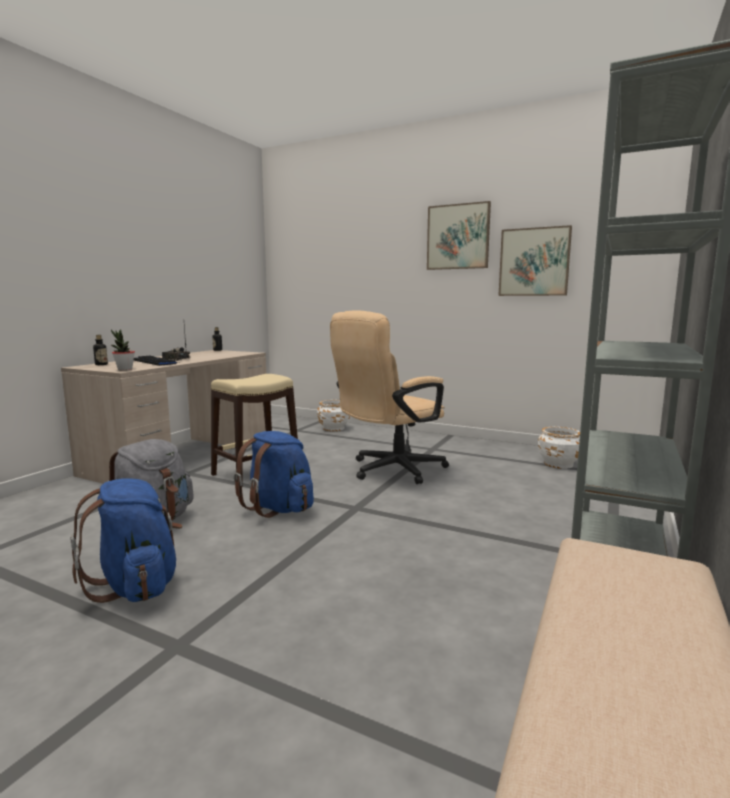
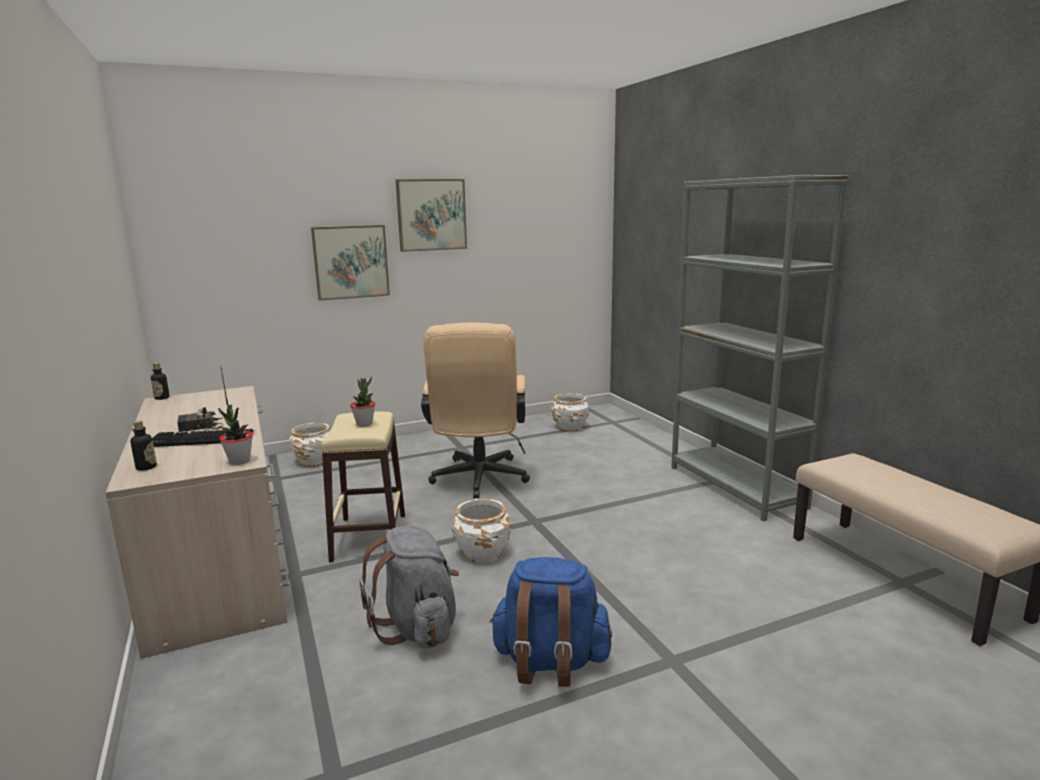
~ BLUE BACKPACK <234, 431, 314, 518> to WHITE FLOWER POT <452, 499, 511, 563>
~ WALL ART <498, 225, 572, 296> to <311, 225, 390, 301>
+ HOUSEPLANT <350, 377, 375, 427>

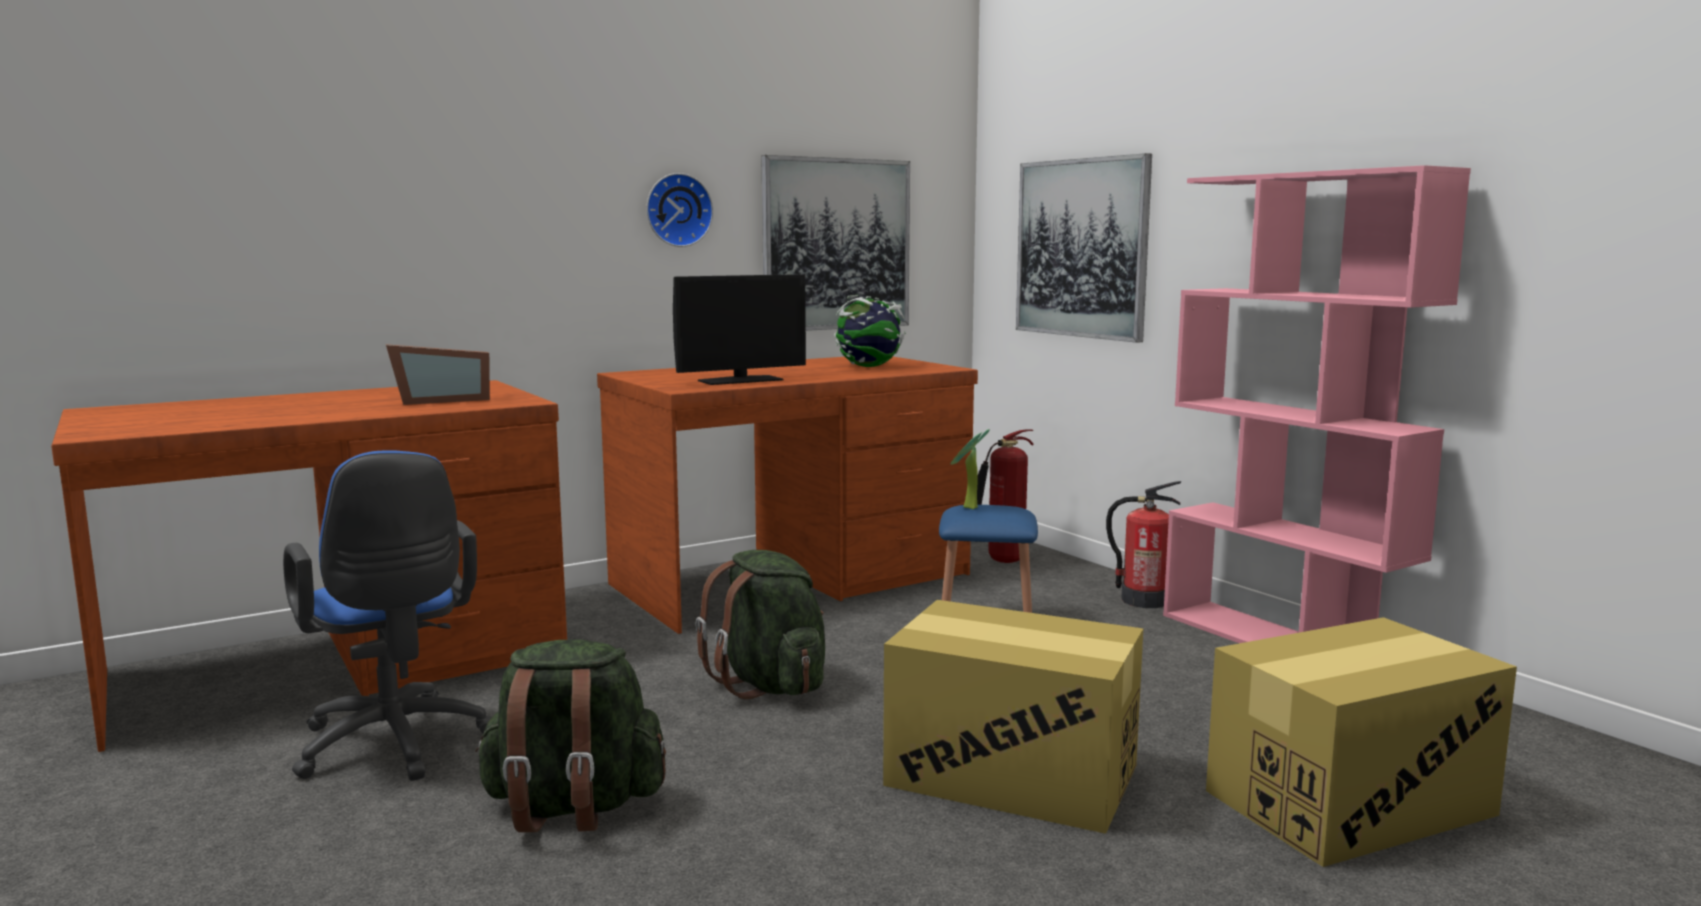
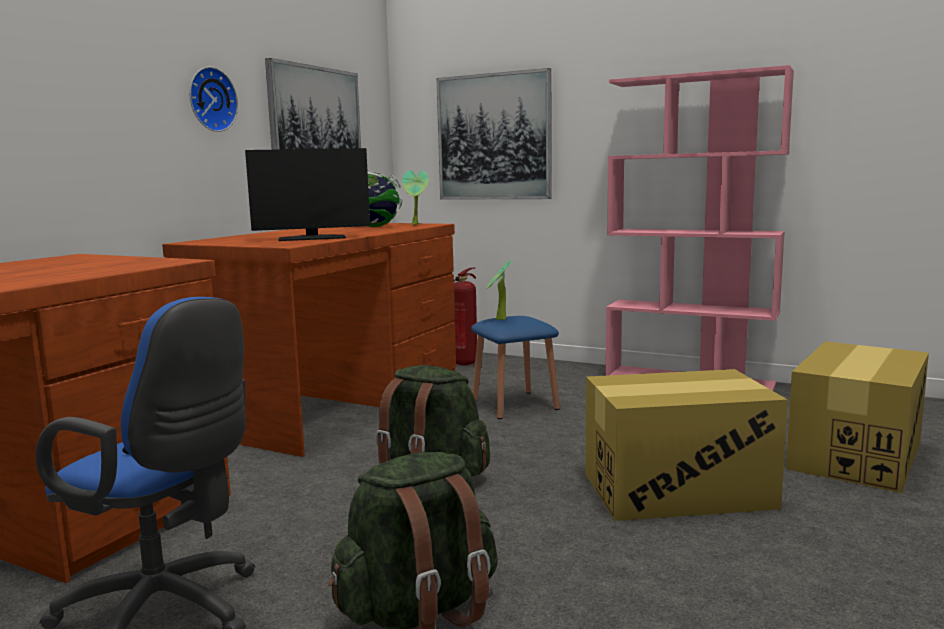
- STANDING FRAME <386, 344, 490, 405>
~ COMPUTER DISPLAY <673, 274, 806, 385> = <245, 148, 370, 241> 45 degrees clockwise
- FIRE-FIGHTING CYLINDER <1106, 481, 1181, 608>
+ HOUSEPLANT <402, 170, 429, 225>

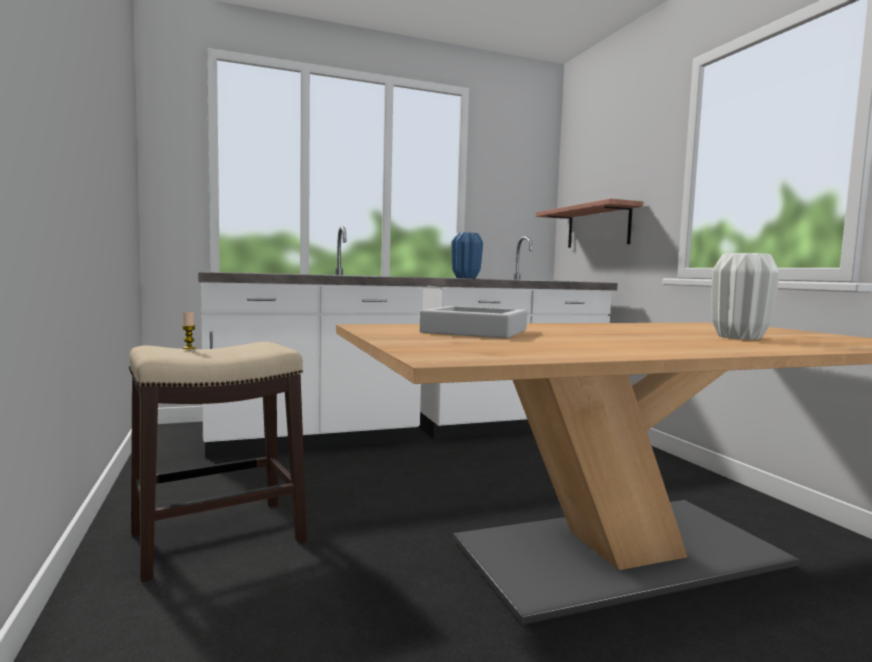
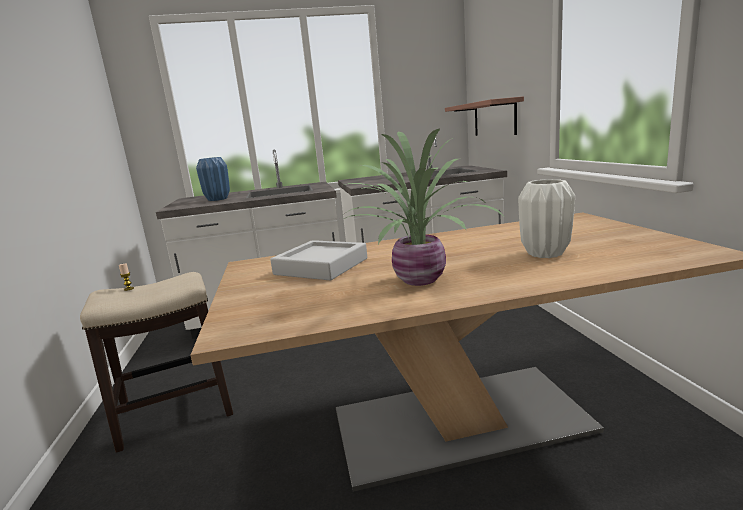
~ BLUE VASE <451, 232, 483, 279> to <196, 157, 230, 201>
+ HOUSEPLANT <339, 128, 506, 286>

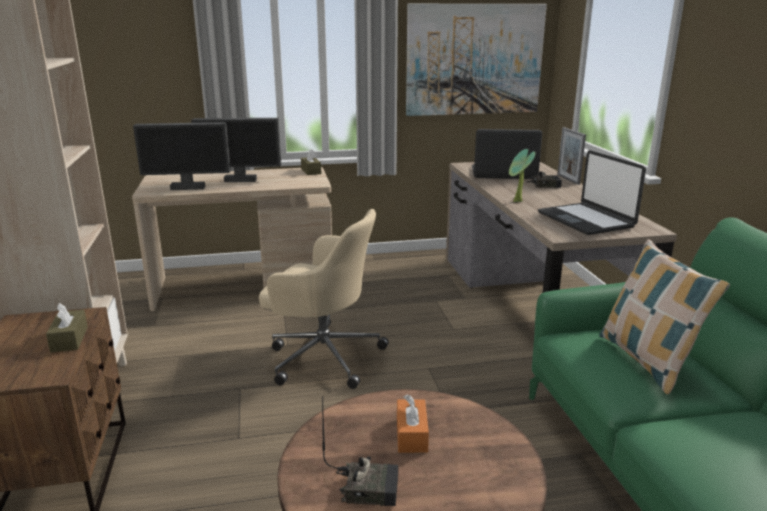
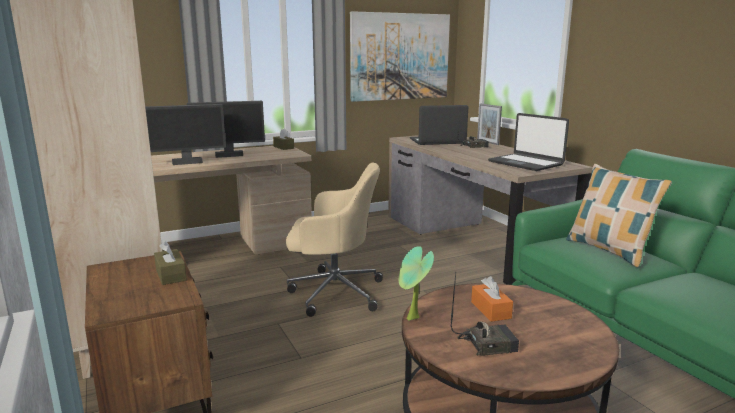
~ HOUSEPLANT <509, 149, 535, 202> to <399, 246, 434, 321>

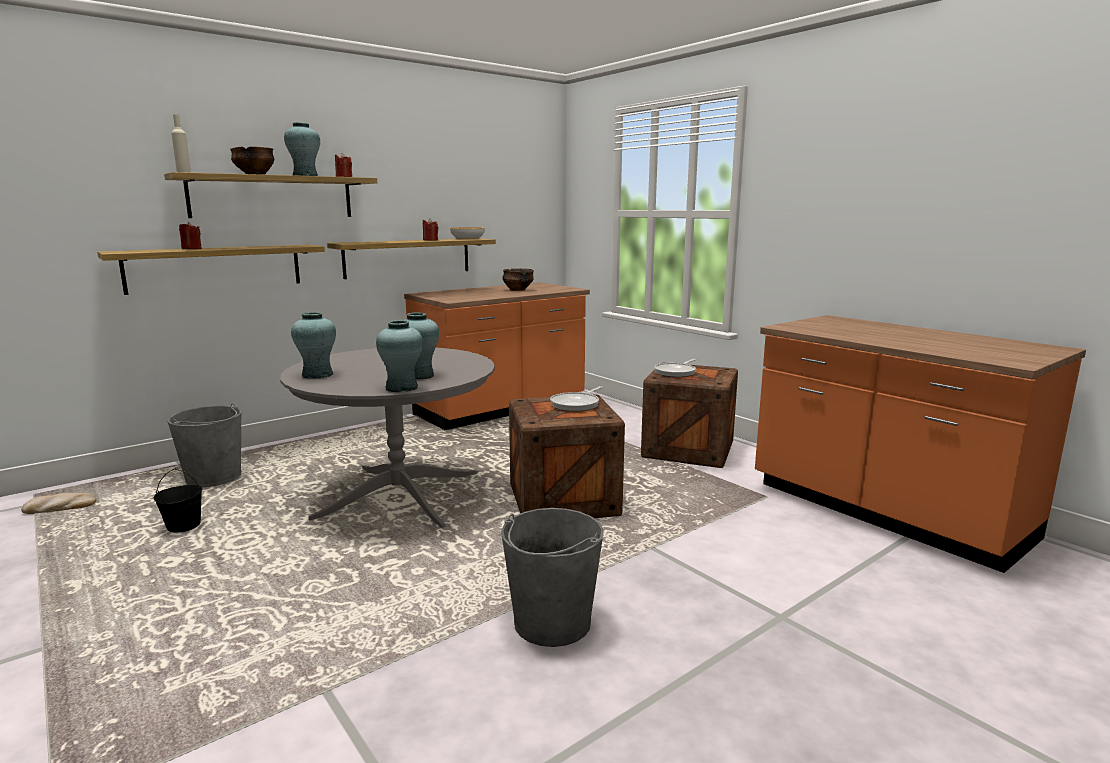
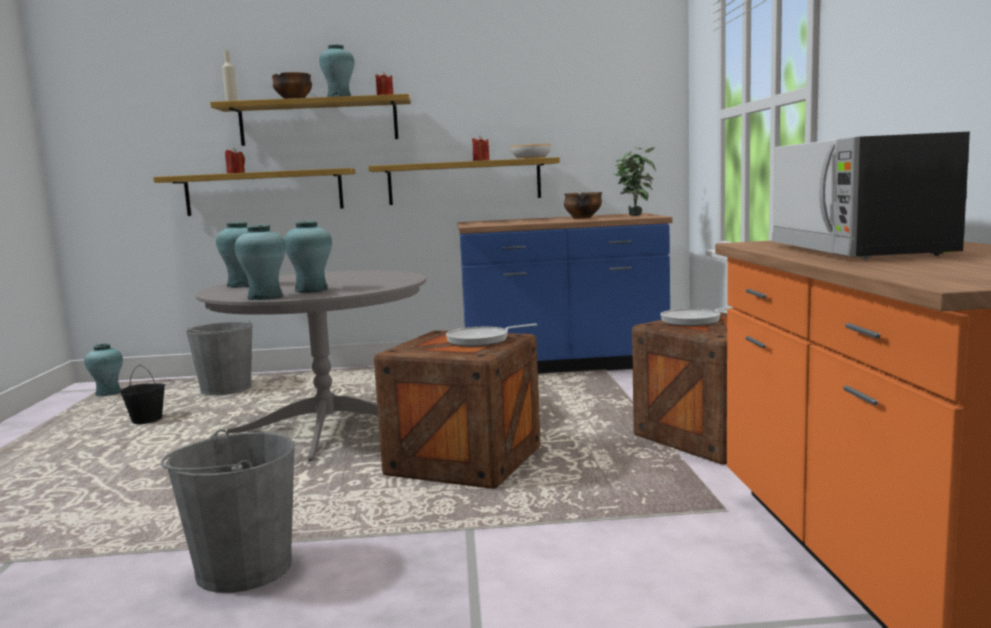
~ BREAD <21, 493, 97, 514> to BLUE-GREEN VASE <84, 343, 123, 396>
~ ORANGE COUNTER <404, 282, 590, 430> to BLUE COUNTER <458, 213, 673, 373>
+ HOUSEPLANT <614, 147, 656, 216>
+ KITCHEN MICROWAVE <772, 132, 970, 259>

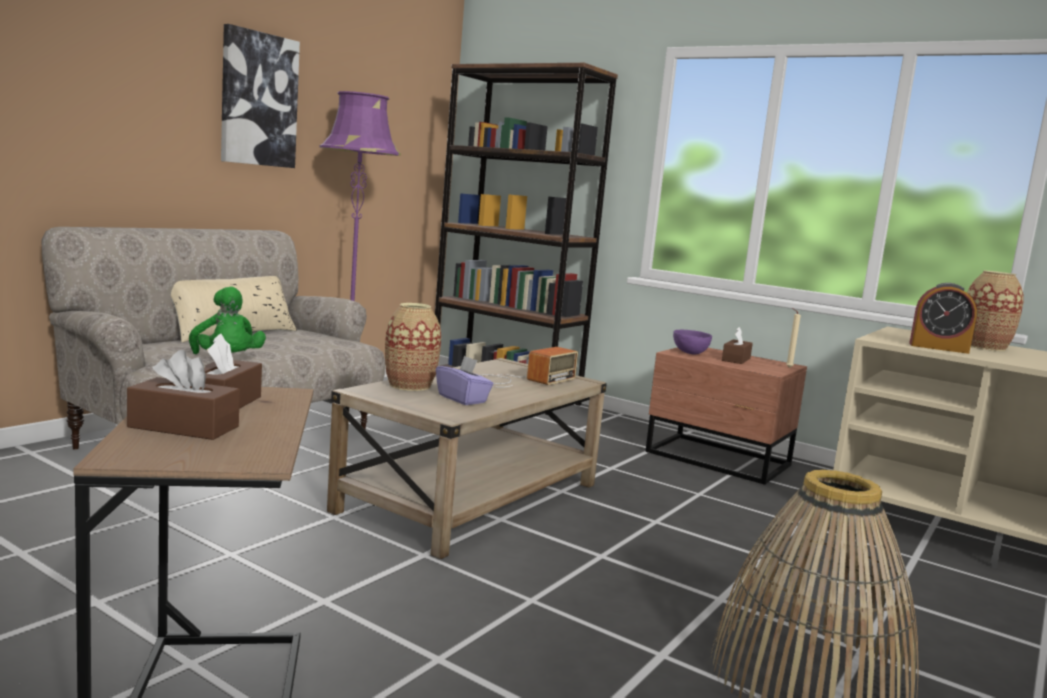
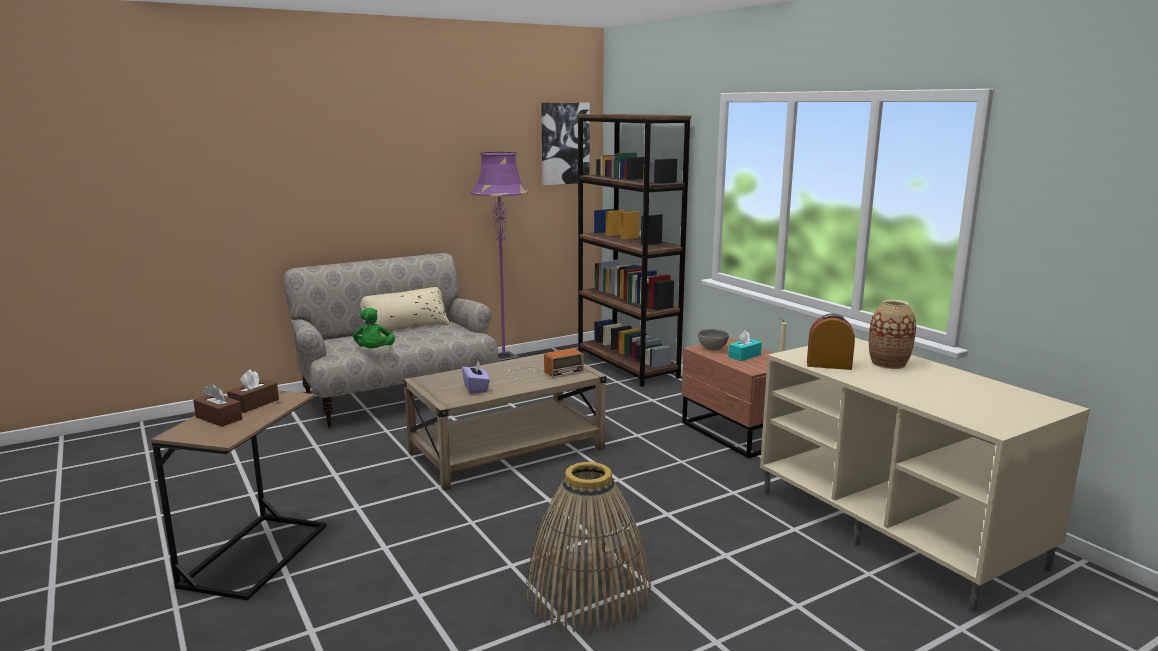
~ WALL ART <221, 24, 300, 168> to <541, 103, 590, 185>
- VASE <385, 303, 441, 391>
~ PURPLISH DEEP DISH <673, 330, 712, 354> to GRAY DEEP DISH <698, 329, 729, 350>
~ BROWN-COLOURED BOX OF TISSUES <722, 327, 753, 364> to BLUE-GREEN BOX OF TISSUES <728, 330, 762, 361>
~ TABLE CLOCK <909, 283, 977, 354> = <807, 313, 855, 370> 150 degrees clockwise

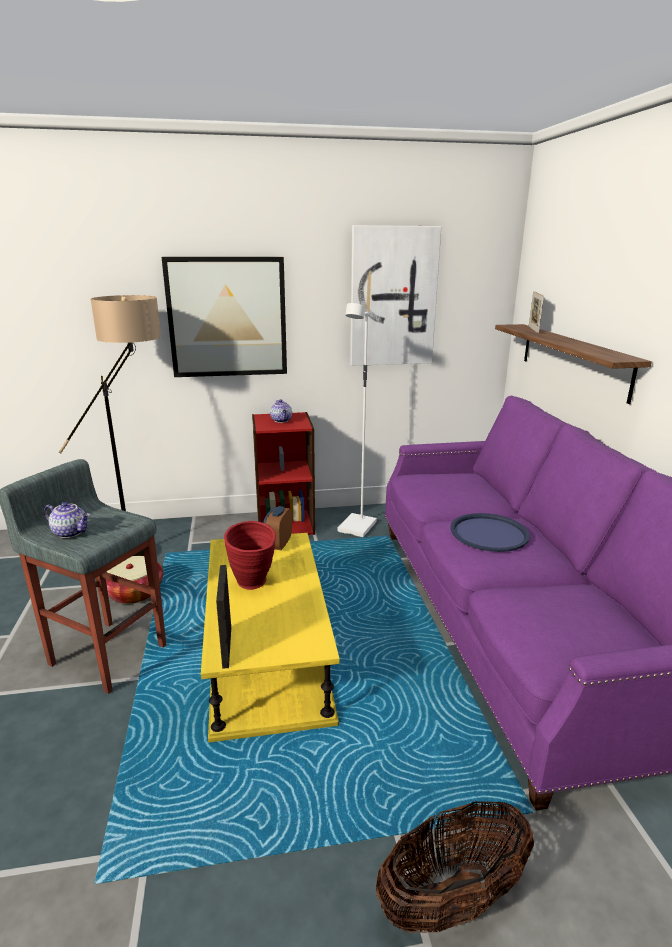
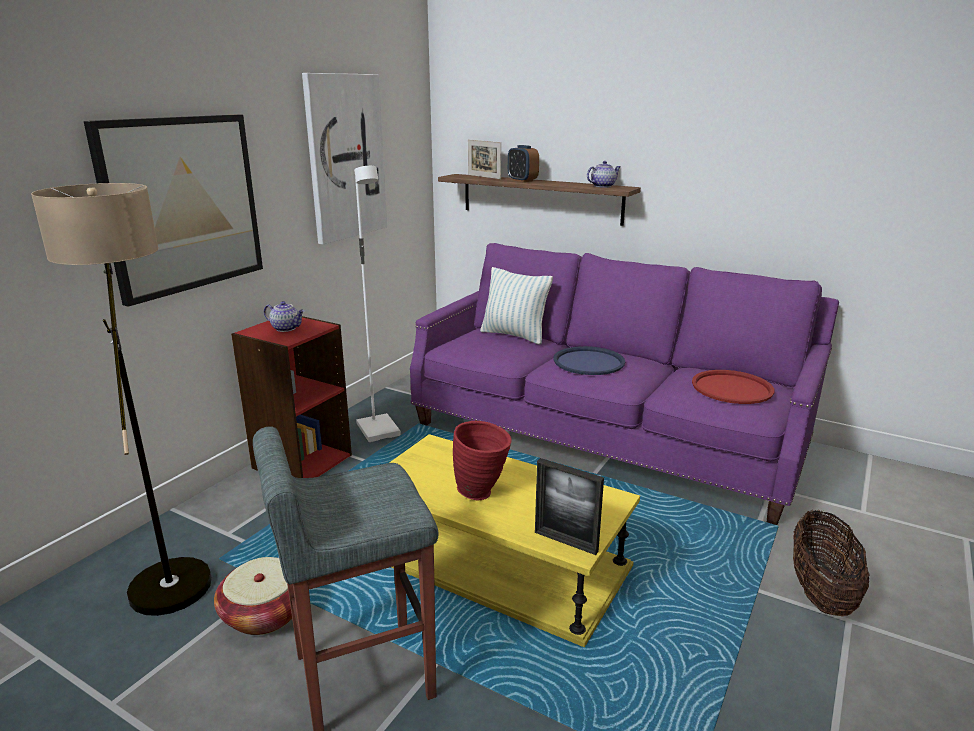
~ TEA POT <44, 502, 90, 538> to <587, 161, 621, 188>
~ TABLE CLOCK <263, 506, 292, 550> to <508, 145, 539, 182>
+ PILLOW <480, 267, 553, 345>
+ RED-COLOURED SERVING TRAY <692, 370, 774, 404>

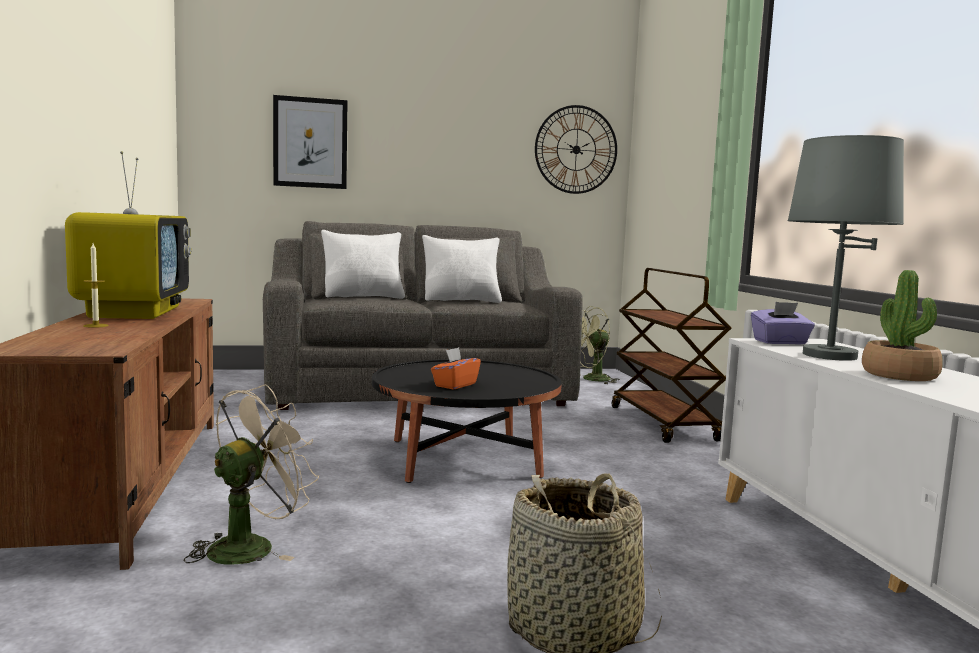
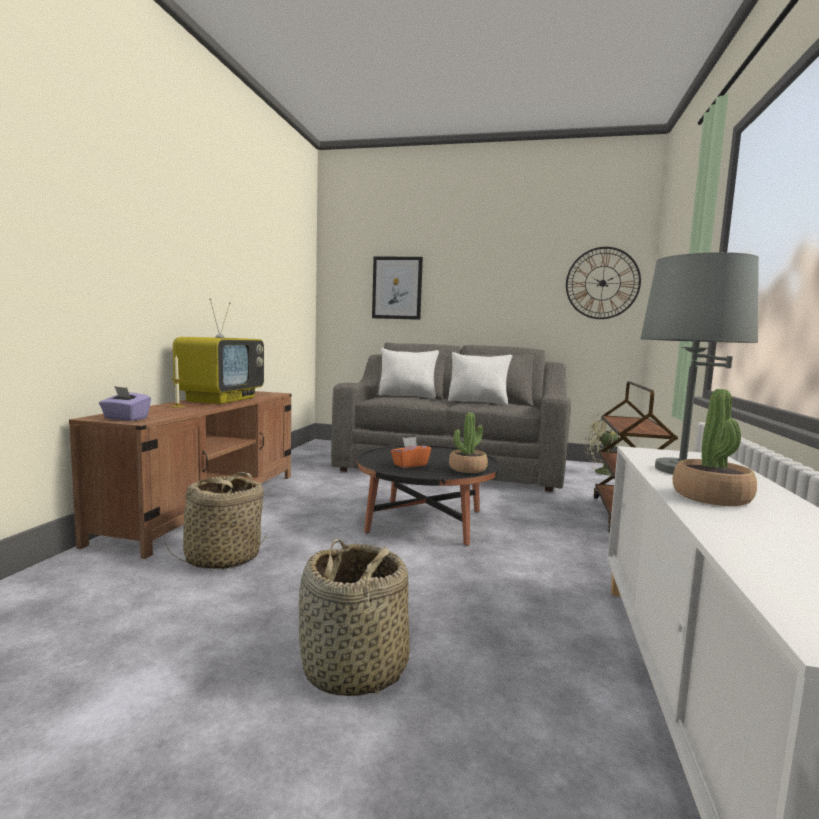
~ BEIGE ELECTRIC FAN <184, 384, 319, 565> to STORAGE BASKET <163, 472, 268, 569>
~ PURPLISH BOX OF TISSUES <751, 302, 815, 345> to <99, 386, 151, 421>
+ HOUSEPLANT <449, 412, 488, 473>

